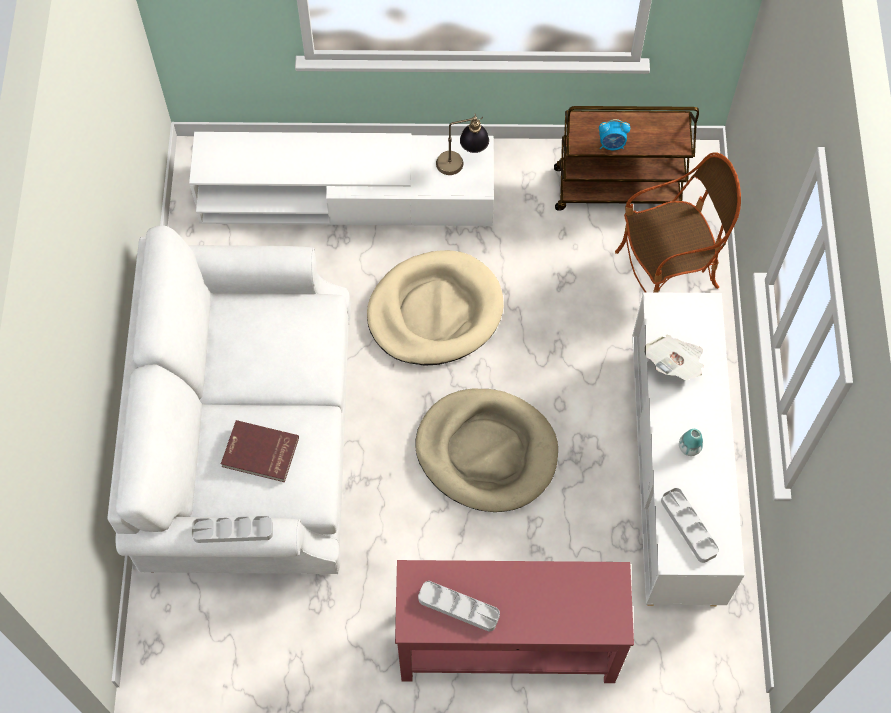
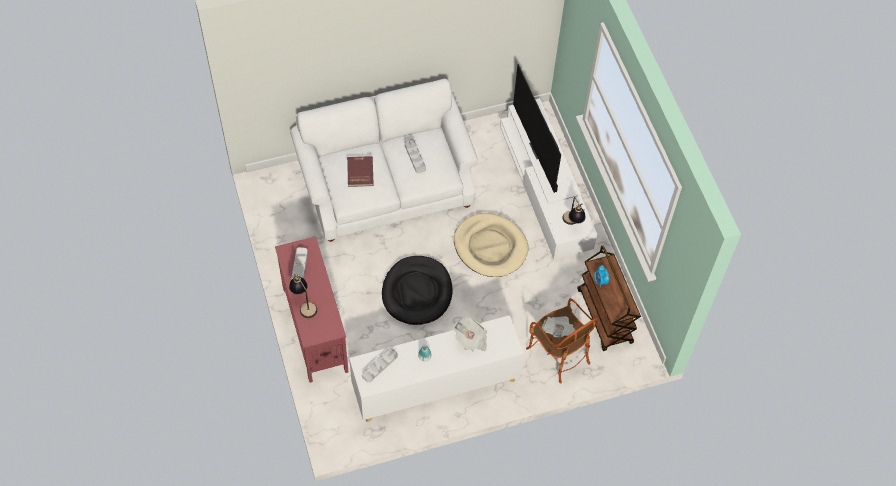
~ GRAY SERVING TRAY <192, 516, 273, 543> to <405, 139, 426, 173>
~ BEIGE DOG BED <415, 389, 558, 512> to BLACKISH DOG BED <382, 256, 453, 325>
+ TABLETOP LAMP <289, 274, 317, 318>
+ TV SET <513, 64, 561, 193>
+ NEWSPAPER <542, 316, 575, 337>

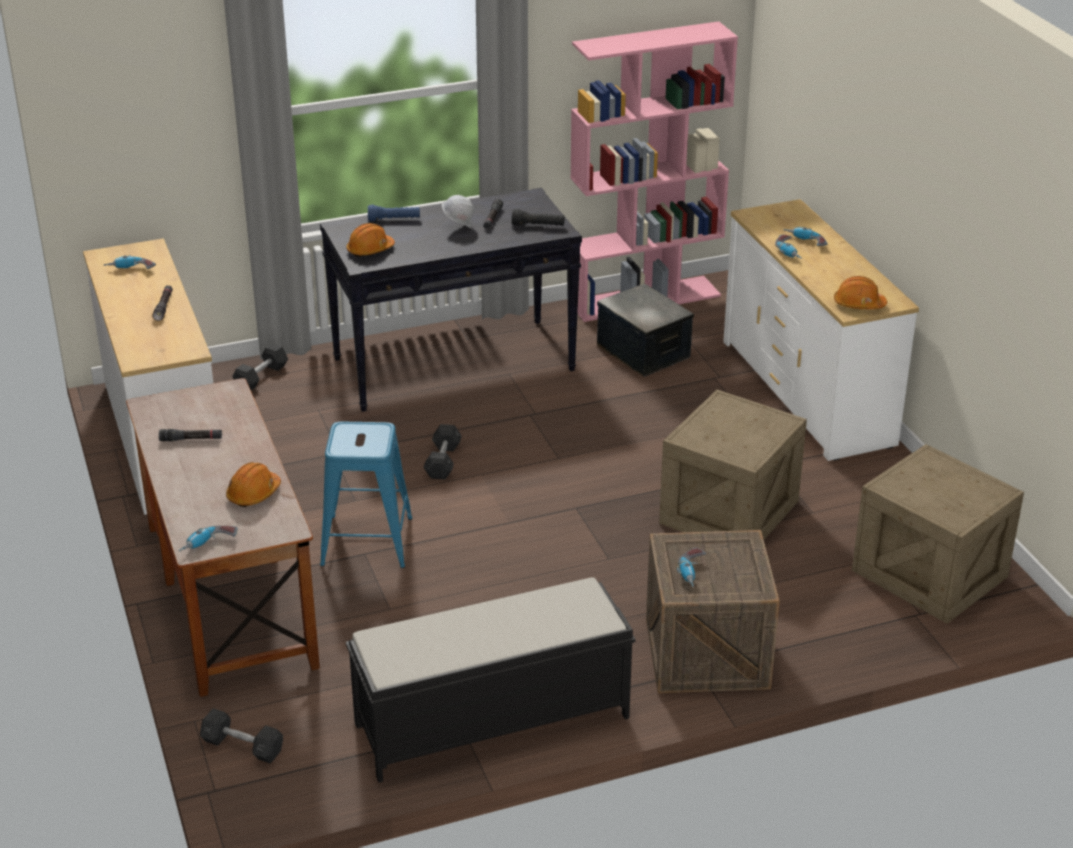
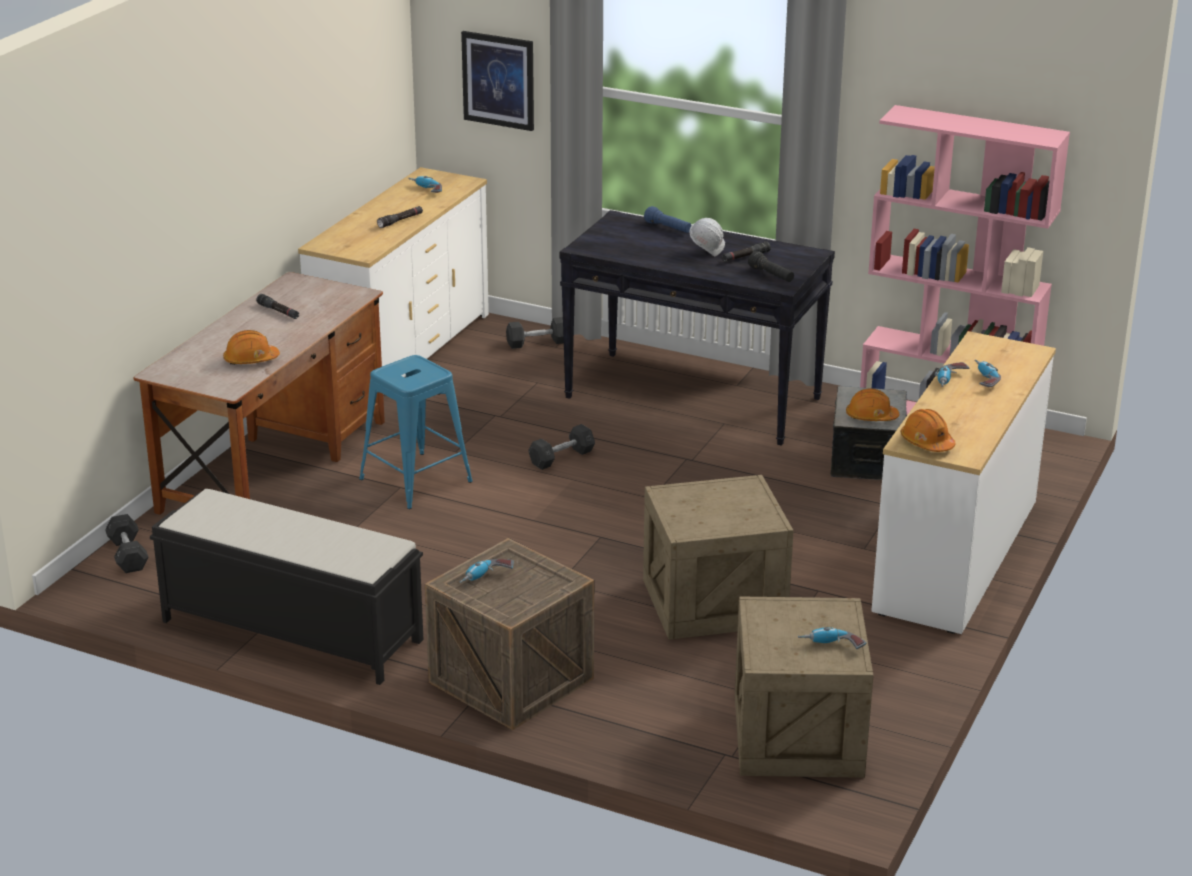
~ DRILL <179, 526, 238, 552> to <798, 627, 867, 649>
~ ORANGE HARD HAT <346, 223, 395, 257> to <846, 388, 899, 421>
+ WALL ART <461, 31, 534, 131>

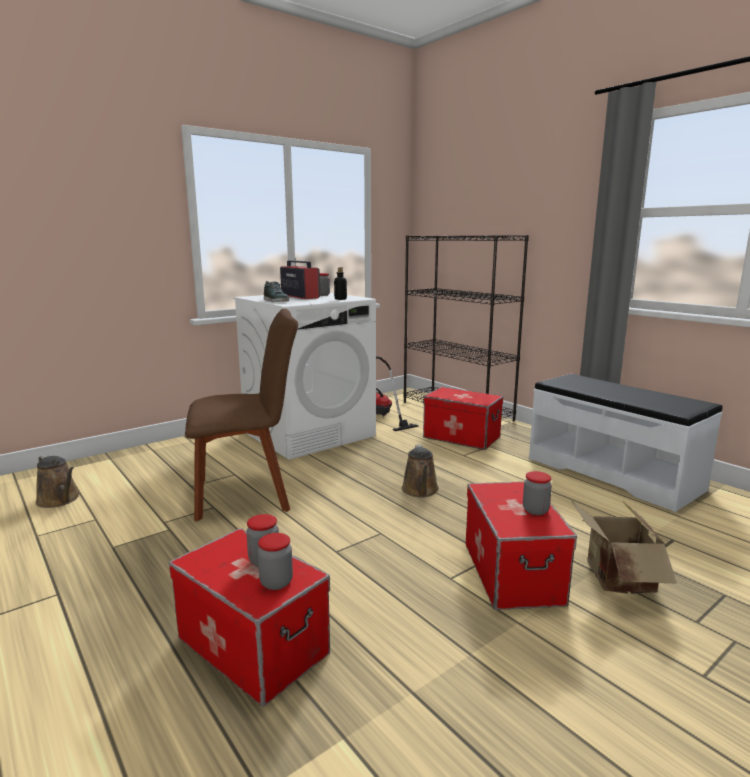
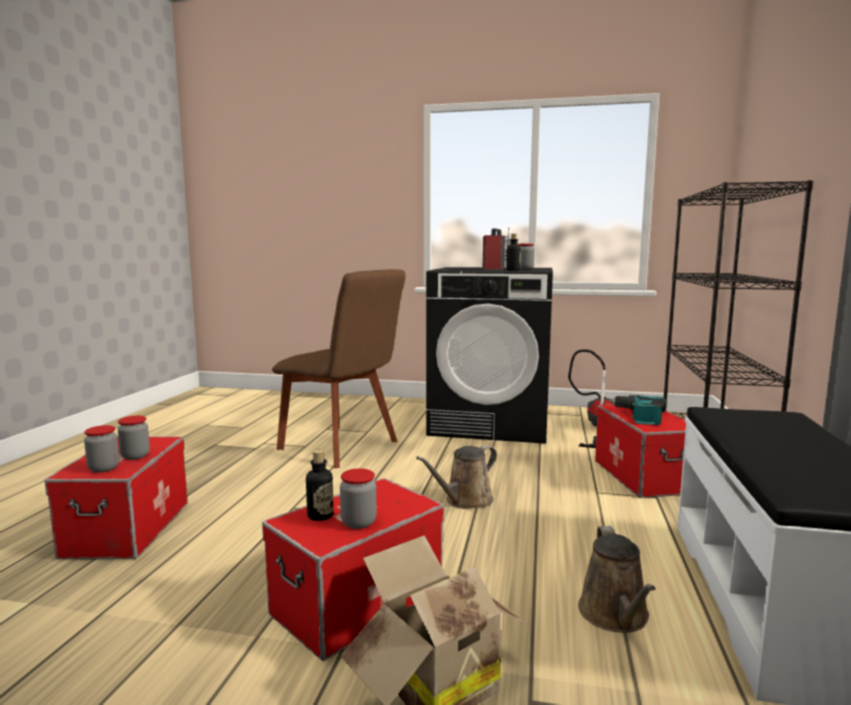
~ BROWN-COLOURED SPRINKLING CAN <36, 455, 79, 508> to <578, 526, 656, 633>
~ WHITE WASHING MACHINE <234, 293, 376, 460> to BLACKISH WASHING MACHINE <426, 267, 553, 444>
- SHOE <264, 281, 289, 302>
+ BEVERAGE BOTTLE <306, 450, 334, 521>
+ DRILL <609, 395, 667, 426>

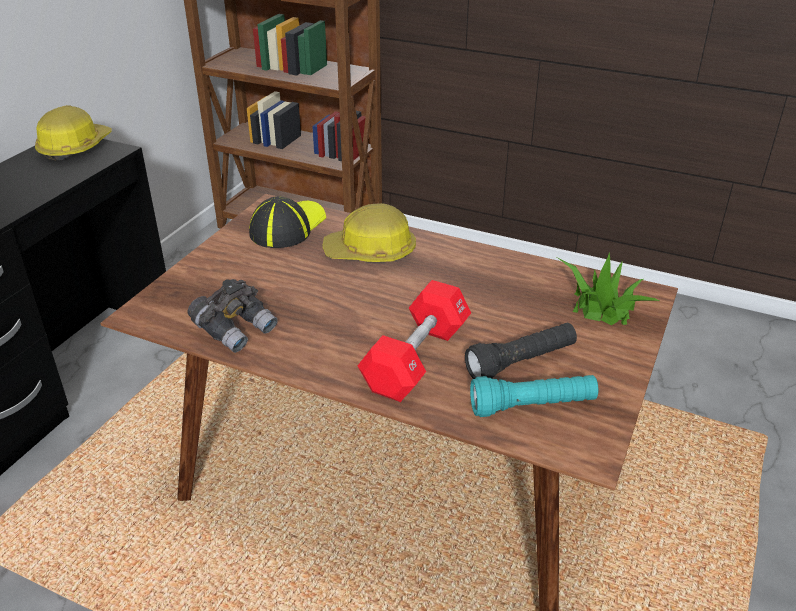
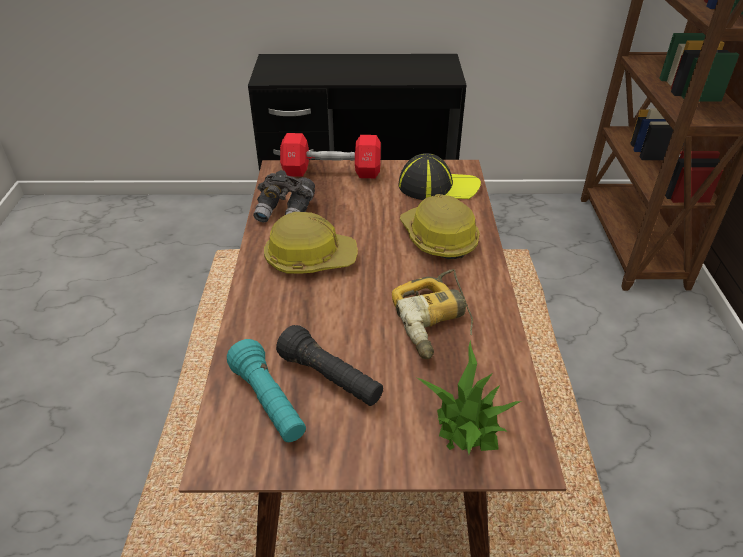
~ HARD HAT <35, 105, 112, 161> to <264, 212, 358, 274>
~ RED-COLOURED HAND WEIGHT <358, 280, 471, 402> to <280, 133, 381, 178>
+ DRILL <392, 269, 473, 359>

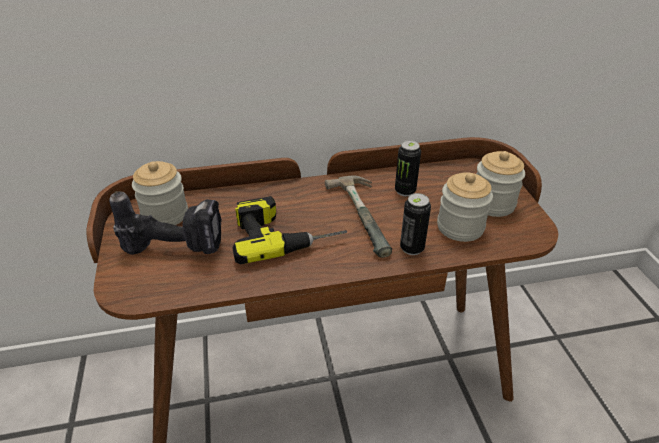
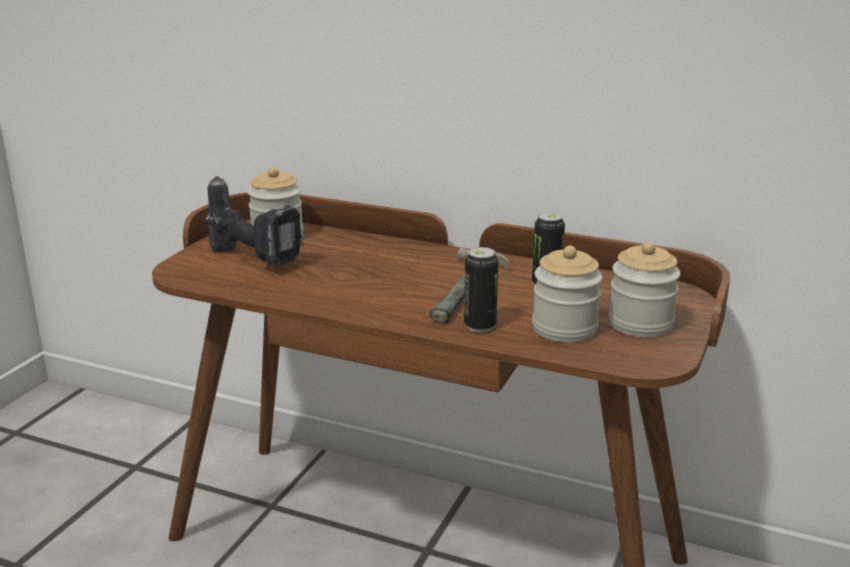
- DRILL <233, 196, 347, 264>

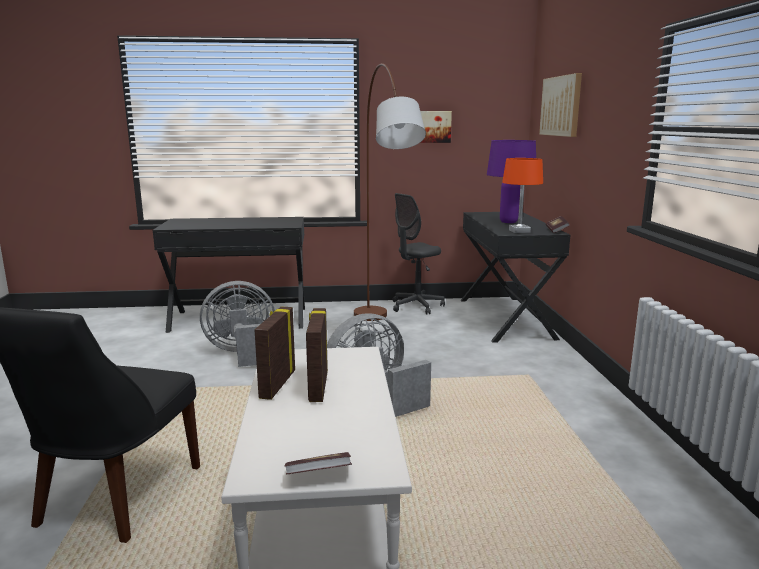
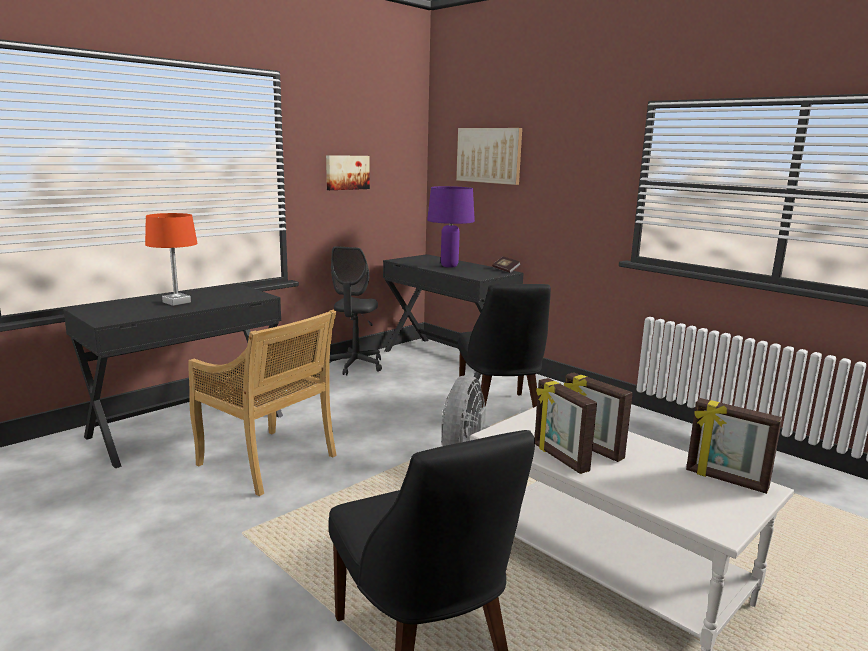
~ GRAY ELECTRIC FAN <200, 281, 275, 367> to BEIGE PLAIN CHAIR <188, 310, 337, 496>
- VOLUME <285, 452, 352, 474>
- BROWN-COLOURED FLOOR LAMP <354, 63, 426, 321>
~ ORANGE TABLETOP LAMP <502, 158, 543, 233> to <145, 213, 198, 306>
+ BLACKISH PLAIN CHAIR <458, 284, 551, 408>
+ STANDING FRAME <686, 398, 782, 494>

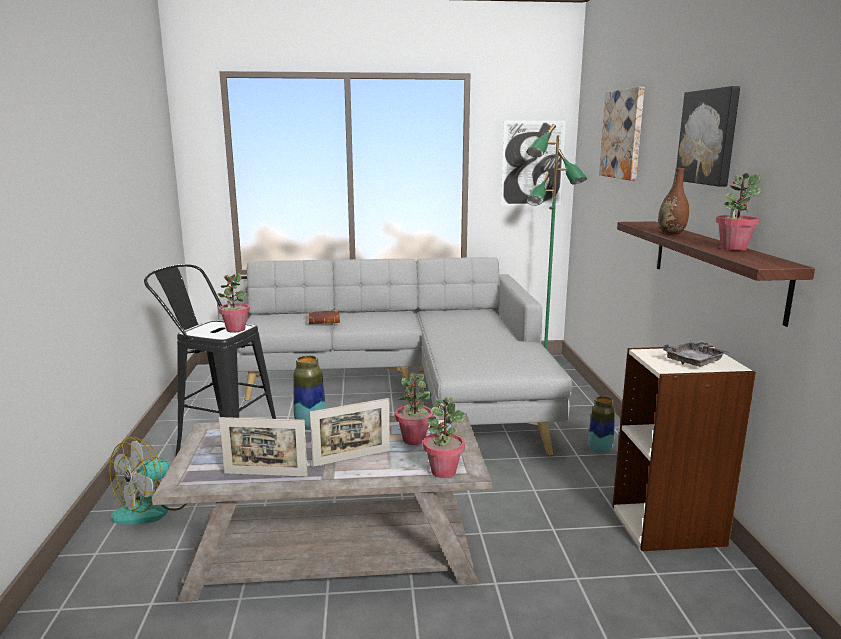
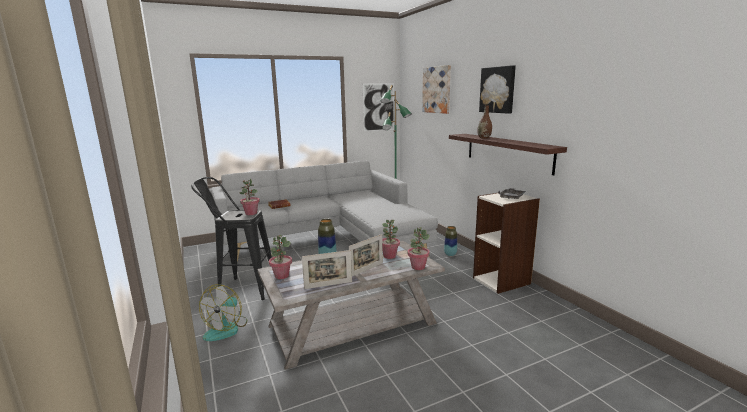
~ HOUSEPLANT <716, 173, 761, 251> to <269, 235, 292, 279>

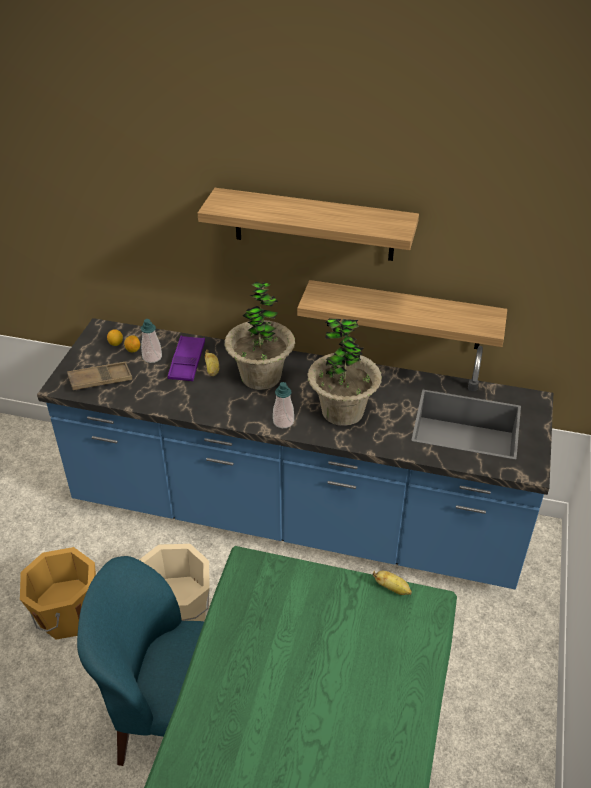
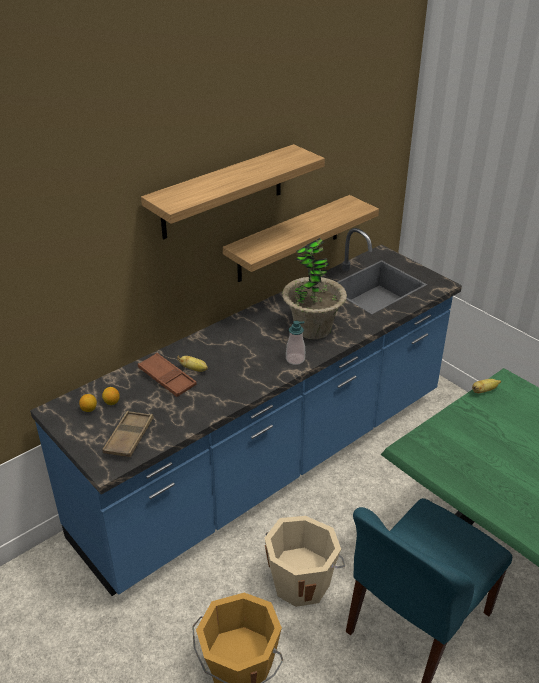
- SOAP BOTTLE <141, 319, 162, 363>
~ PURPLISH SERVING TRAY <168, 336, 205, 381> to BROWN-COLOURED SERVING TRAY <138, 353, 196, 397>
- HOUSEPLANT <224, 282, 295, 390>

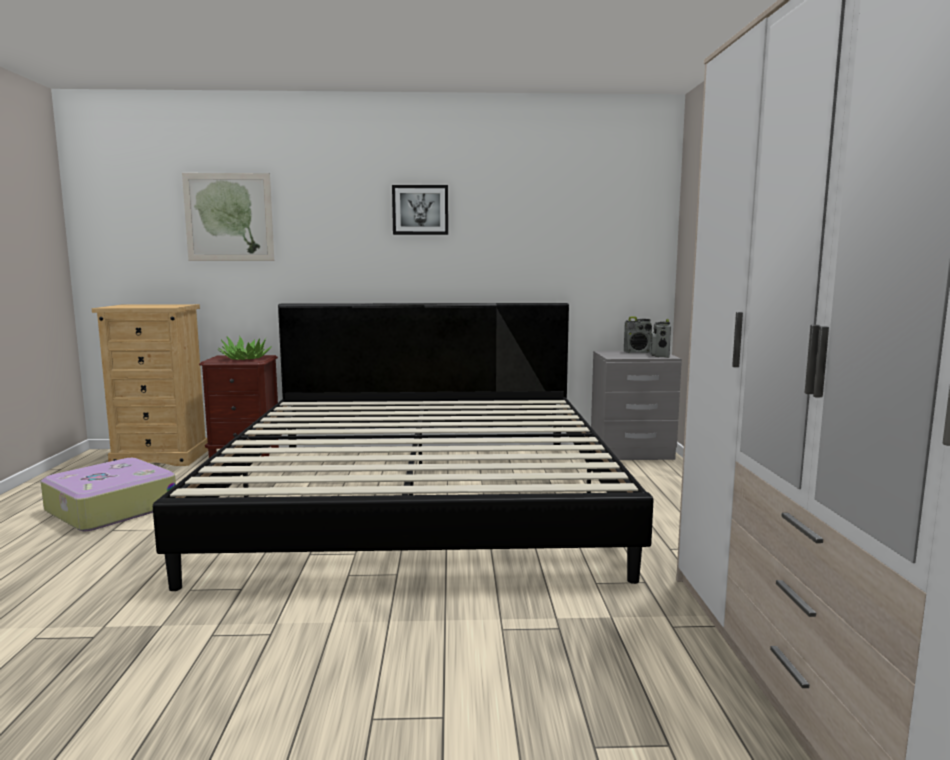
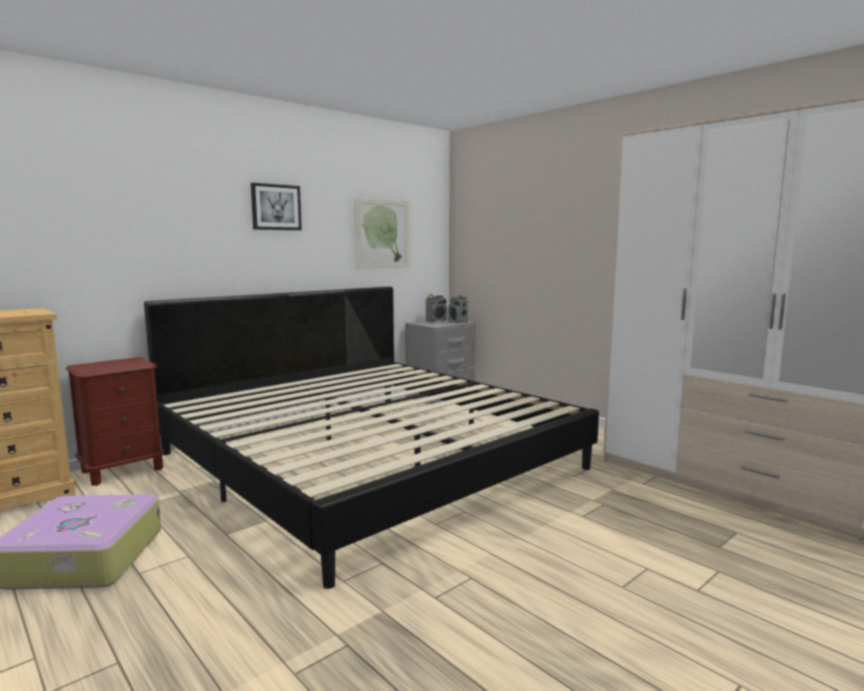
~ WALL ART <182, 173, 274, 261> to <354, 198, 410, 269>
- HOUSEPLANT <218, 336, 271, 360>

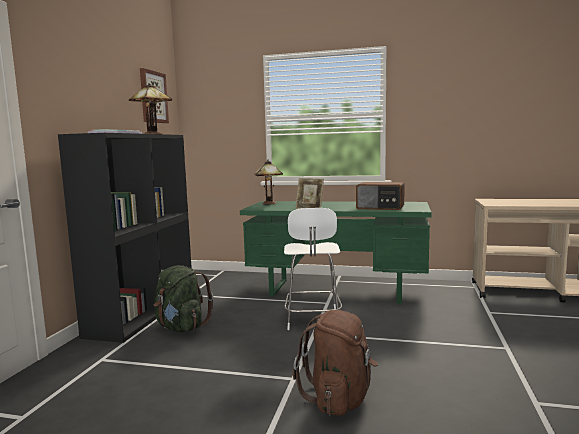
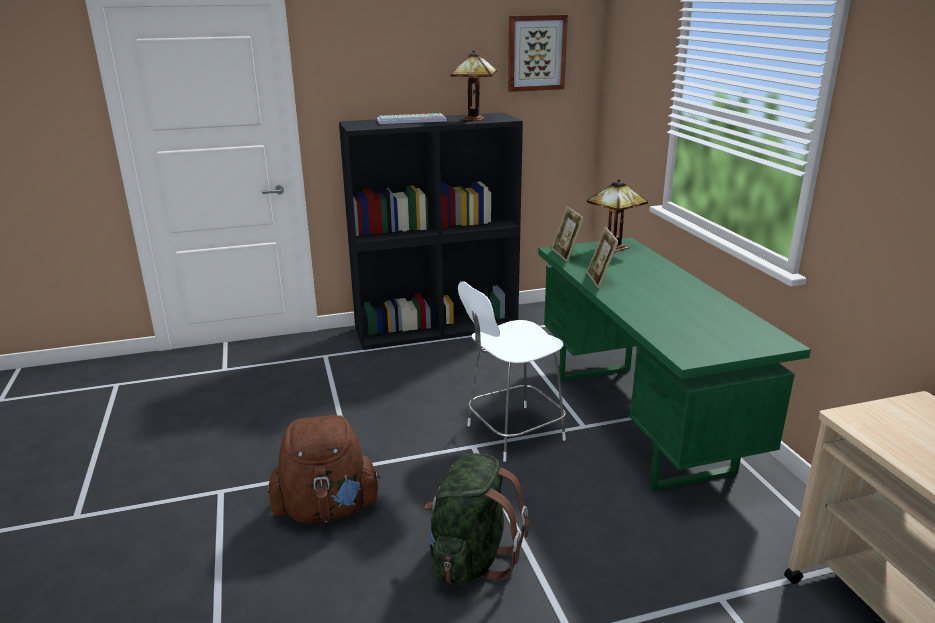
~ GREEN BACKPACK <154, 265, 213, 332> to <425, 453, 529, 585>
- RADIO RECEIVER <356, 182, 405, 210>
+ STANDING FRAME <552, 206, 584, 262>

